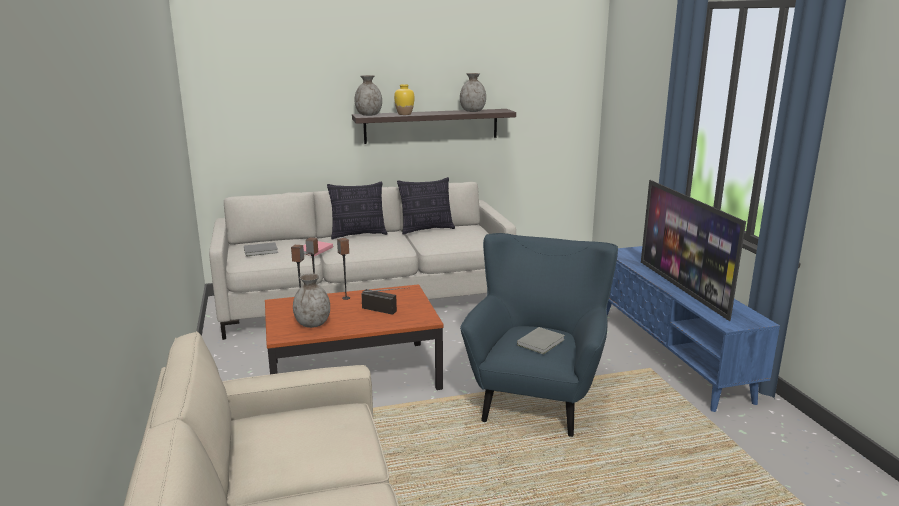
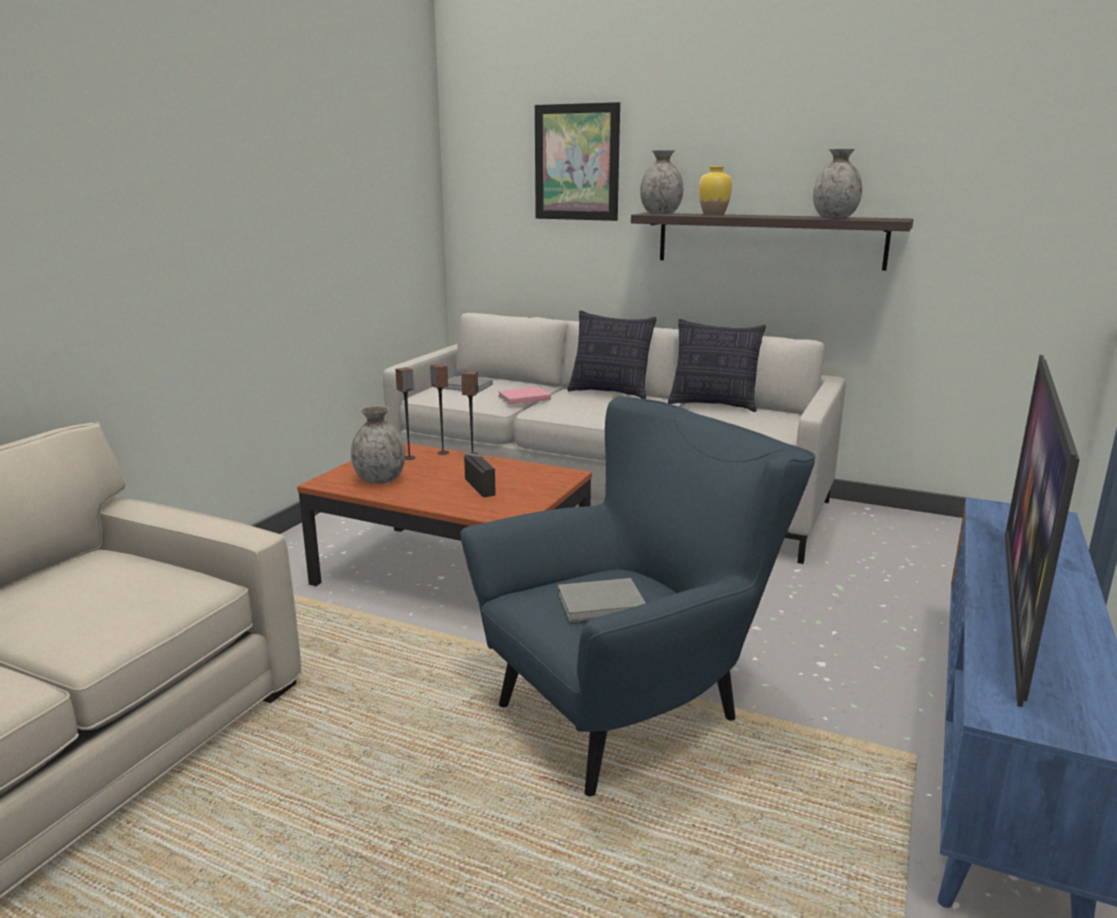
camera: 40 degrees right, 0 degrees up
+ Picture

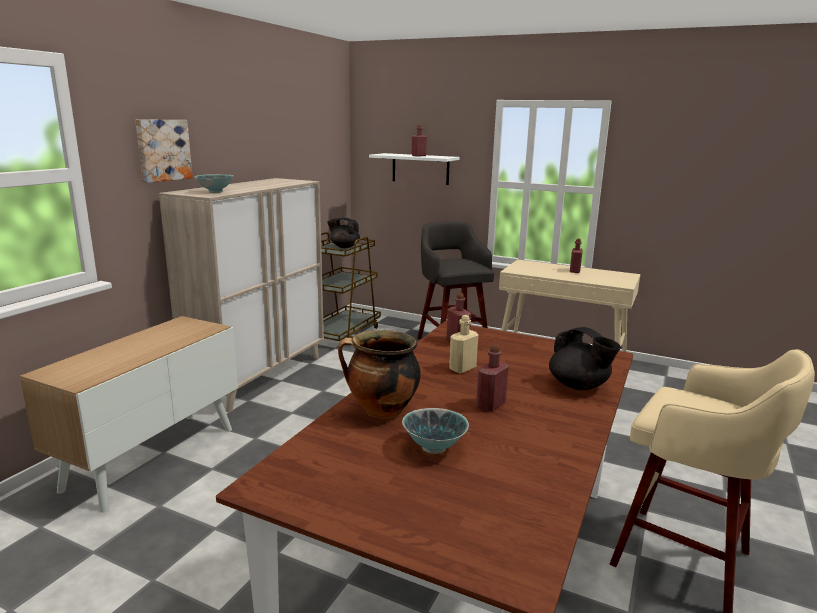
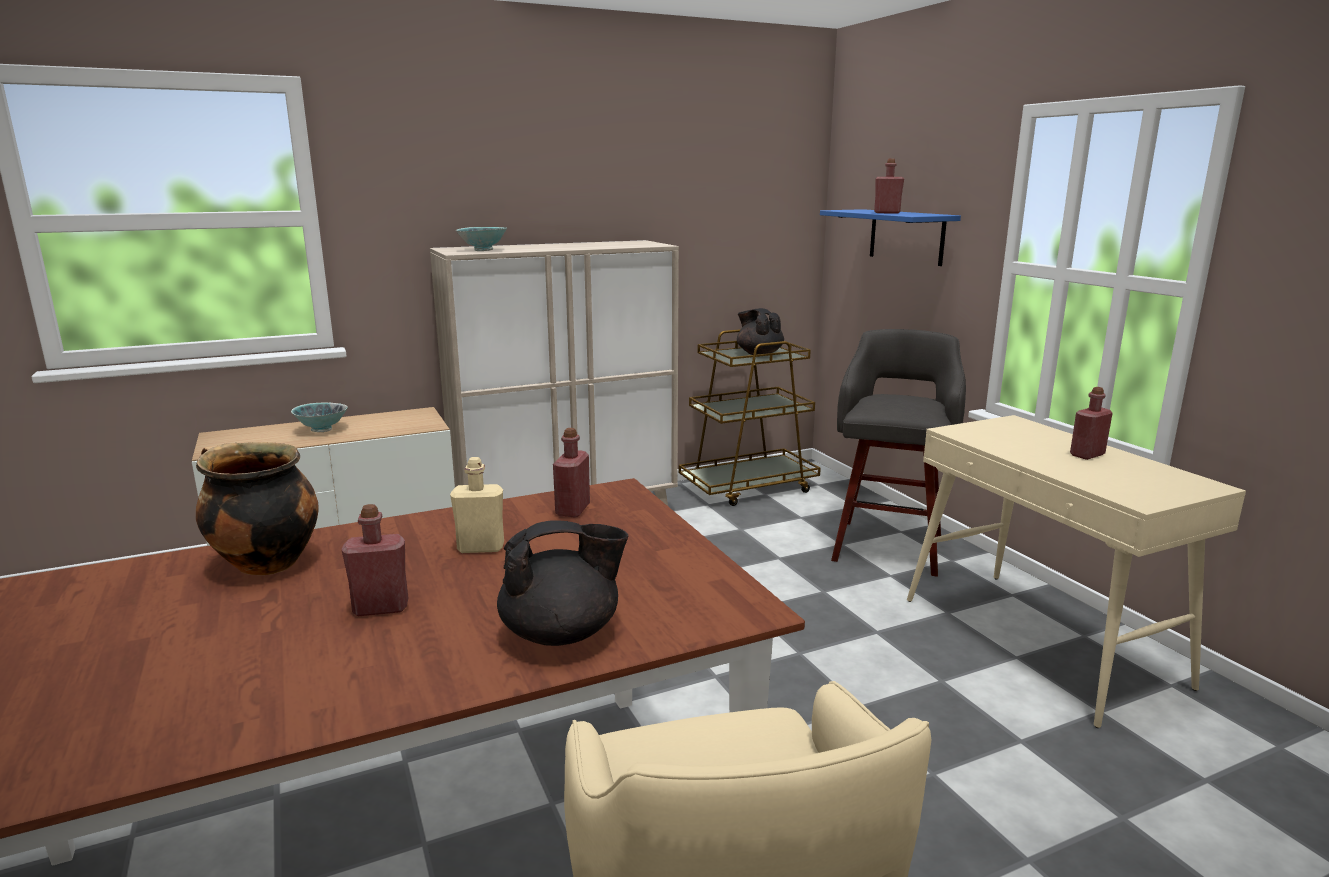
camera: 40 degrees right, 0 degrees up
~ Bowl (no. 2 from left in the first image) to Bowl (no. 1 from left)
~ BlackTeapot (no. 2 from left in the first image) 105 degrees counterclockwise
~ WhiteShelf to BlueShelf
- Picture

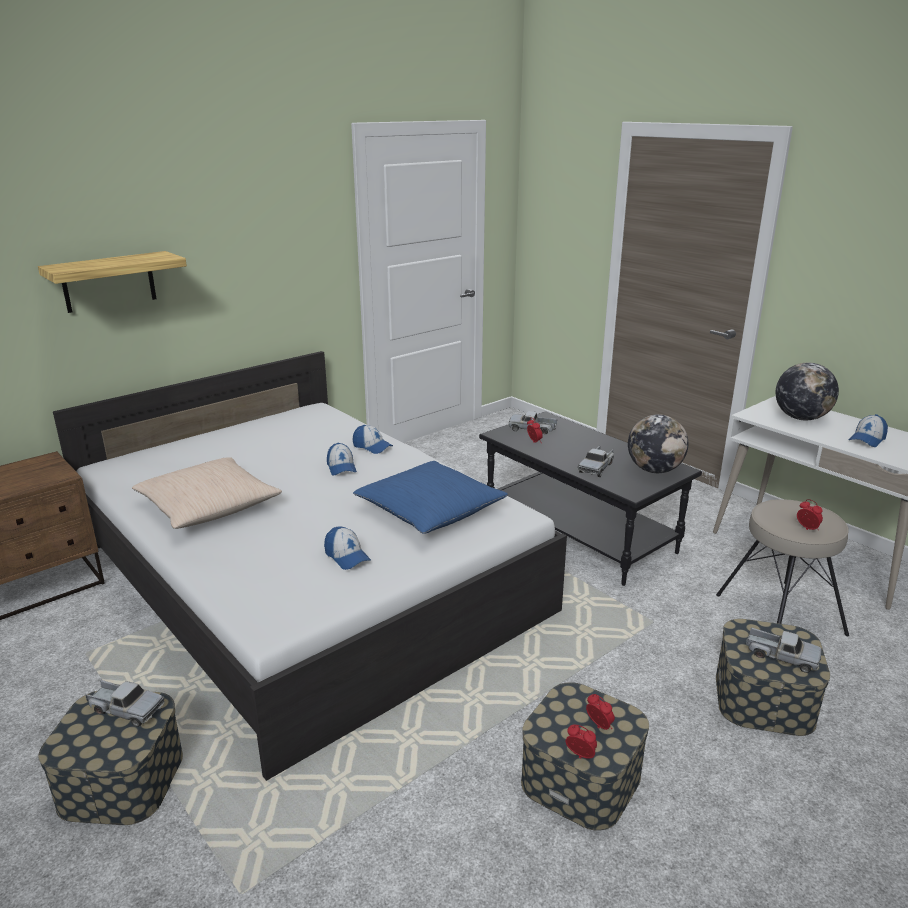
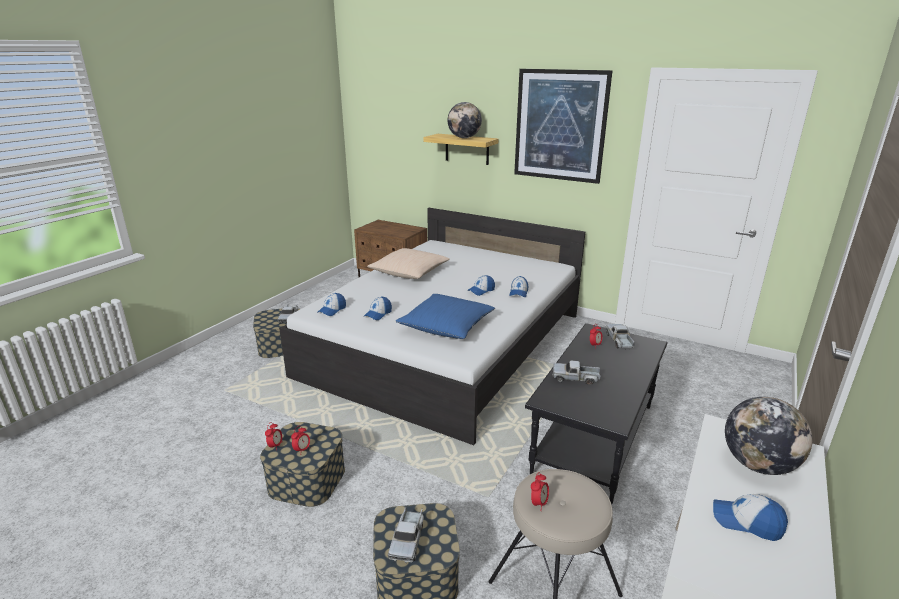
camera: 70 degrees right, 0 degrees up
+ Cap (no. 1 from left)
~ Globe (no. 1 from left)
+ Picture

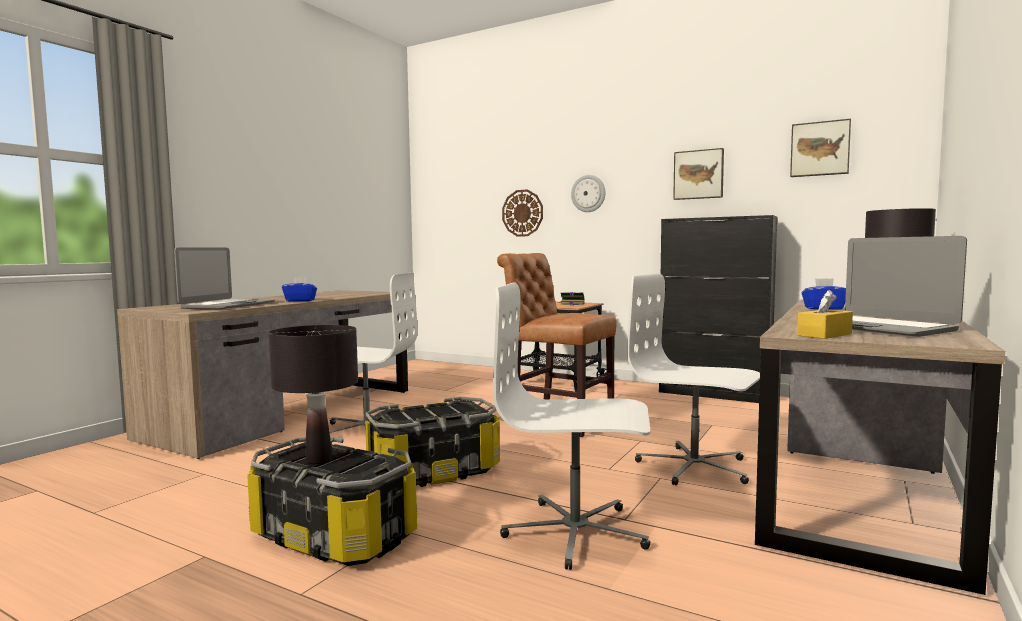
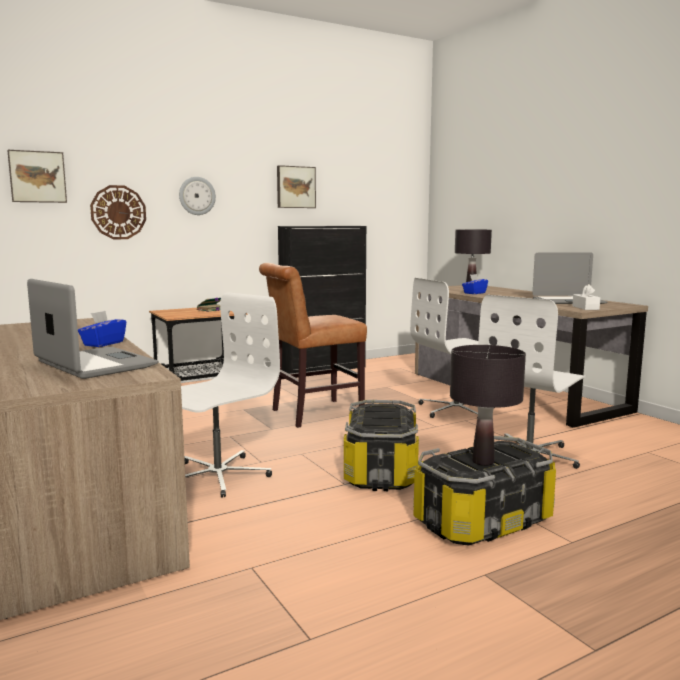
camera: 60 degrees left, 5 degrees up
~ Picture (no. 2 from left in the first image) to Picture (no. 1 from left)
~ YellowTissueBox to WhiteTissueBox

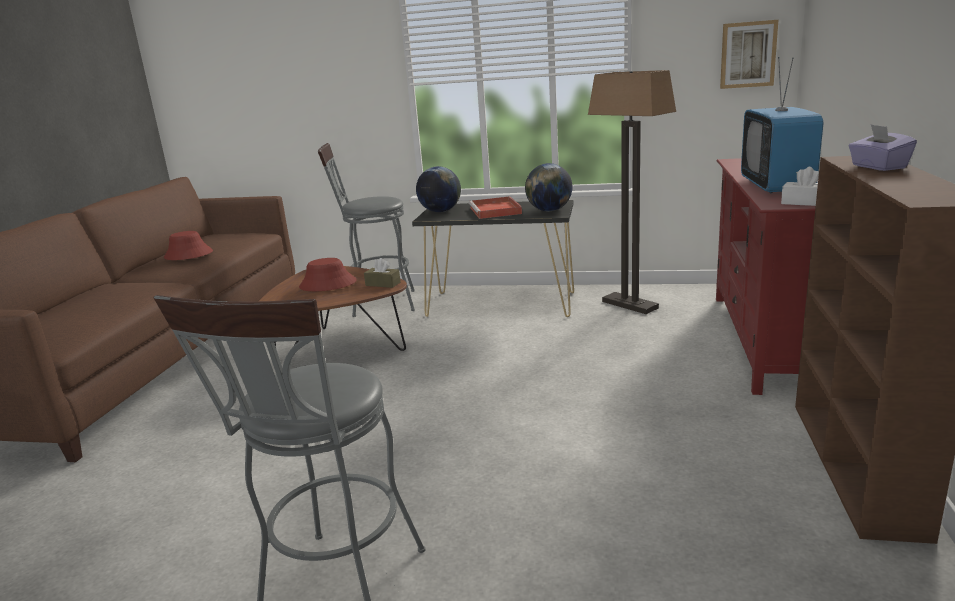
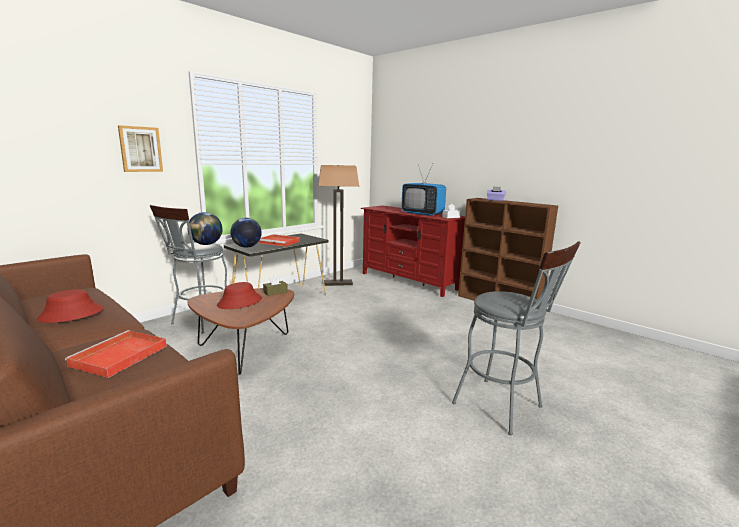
camera: 60 degrees left, 5 degrees down
+ RedTray (no. 1 from left)
~ Picture
~ Globe (no. 2 from left in the first image) to Globe (no. 1 from left)

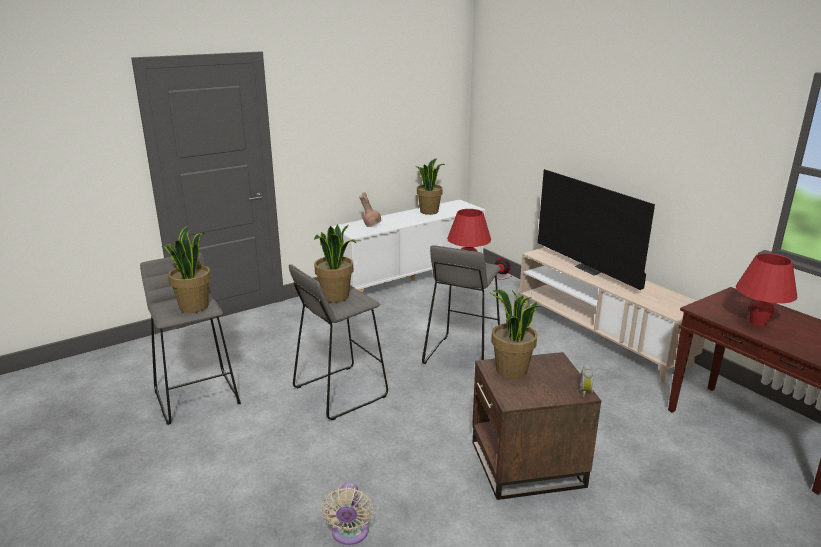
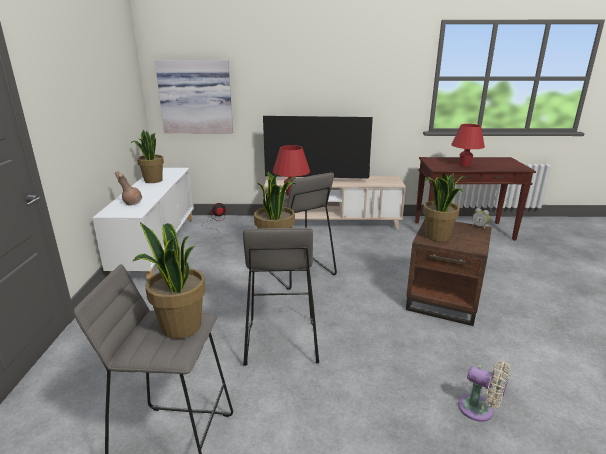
camera: 55 degrees left, 0 degrees up
+ Picture

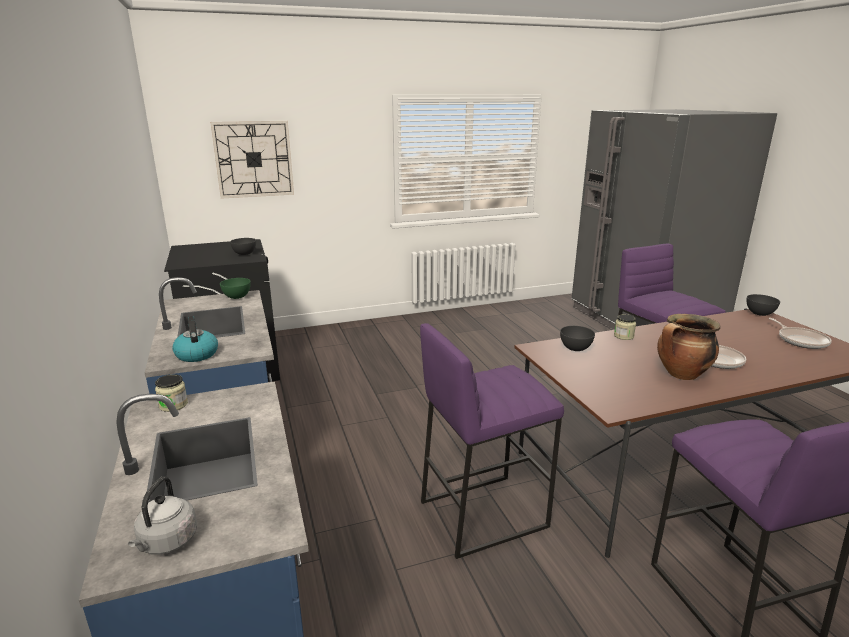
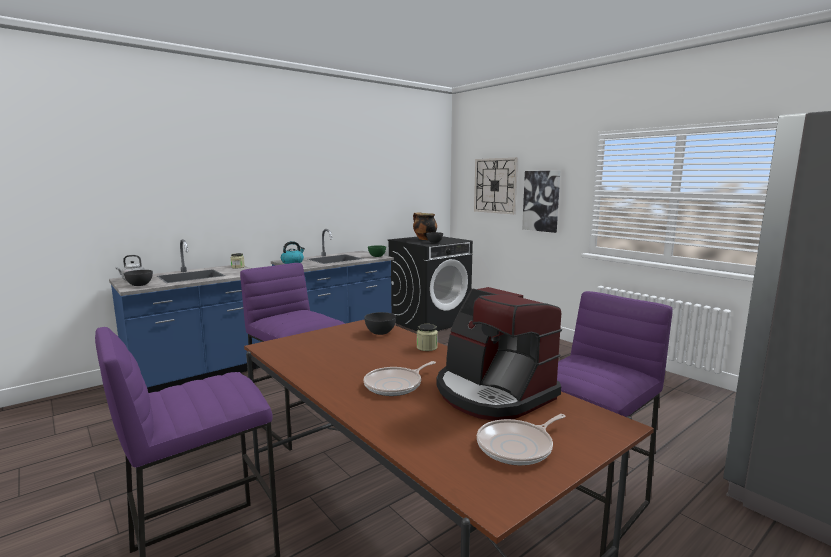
camera: 70 degrees right, 10 degrees down
~ GreyBowl (no. 3 from left in the first image) to GreyBowl (no. 1 from left)
~ CookingPot
+ CoffeeMachine
+ Picture

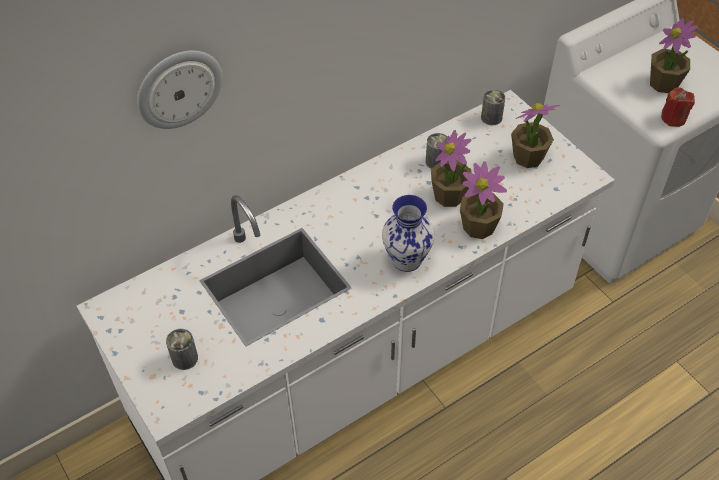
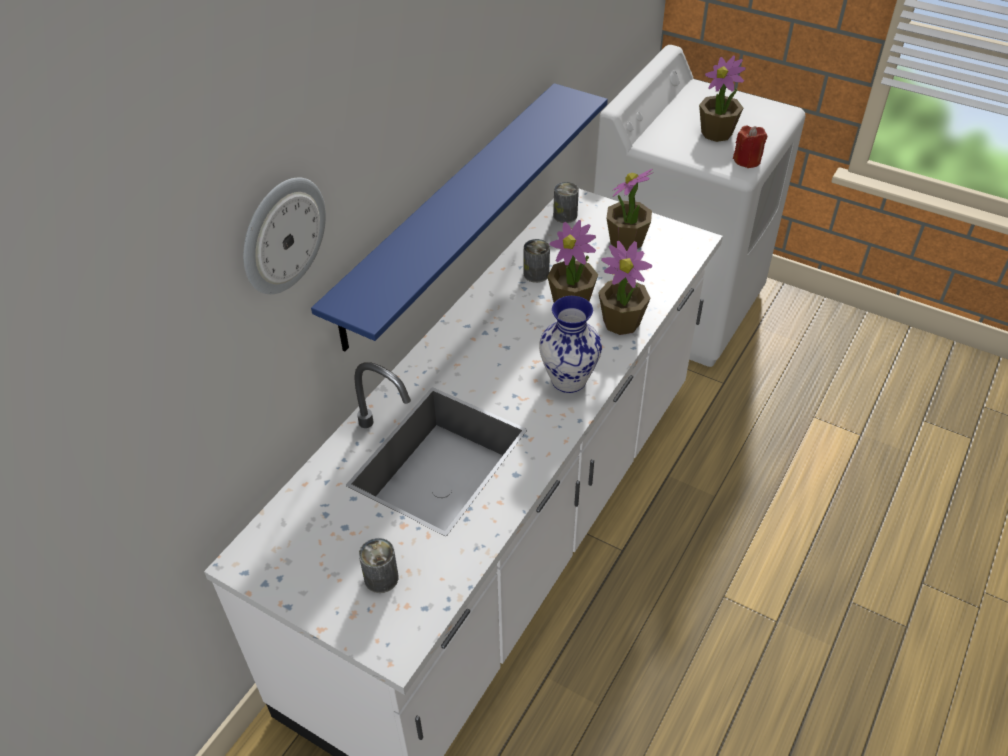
camera: 25 degrees left, 5 degrees down
+ BlueShelf

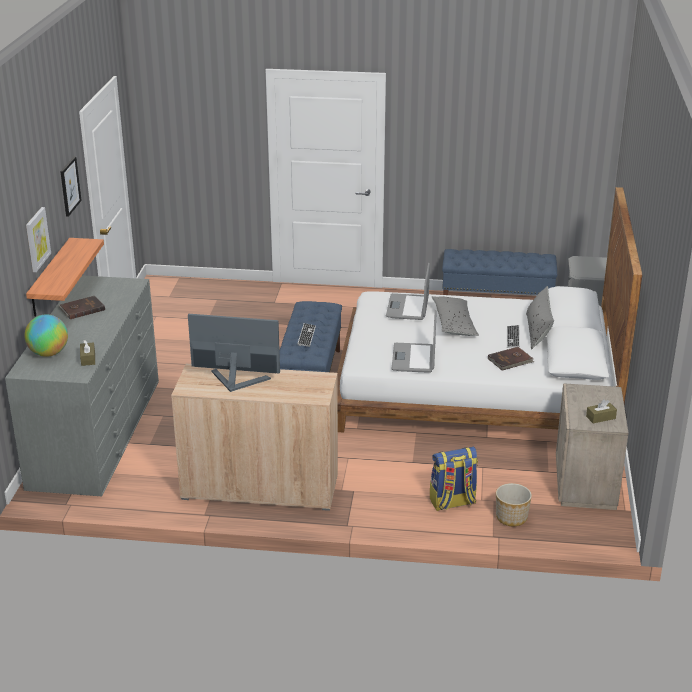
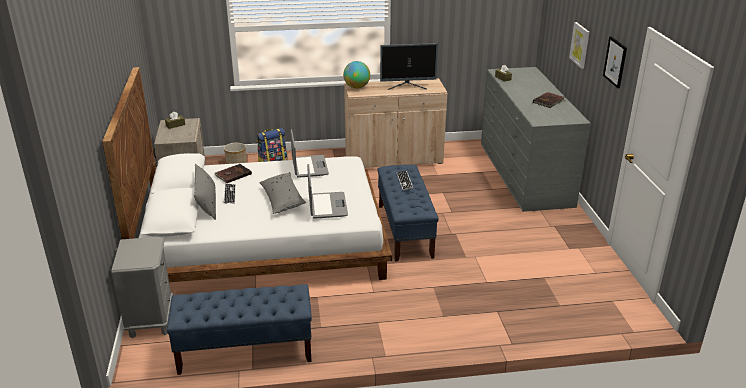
camera: 165 degrees right, 0 degrees up
~ Globe
- Shelf

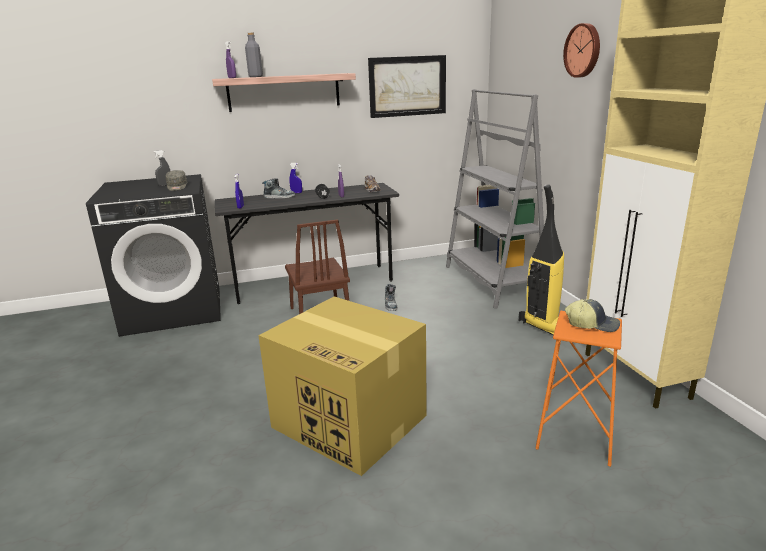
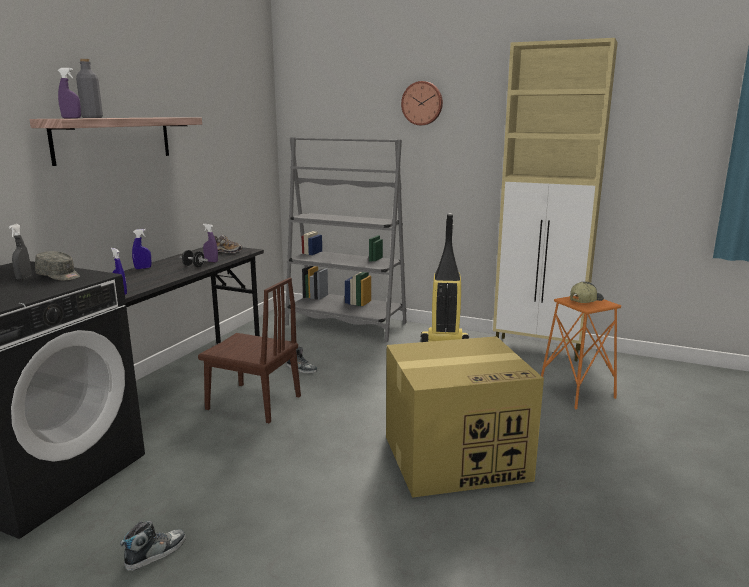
camera: 50 degrees left, 5 degrees down
~ Shoe (no. 1 from left)
- Picture

